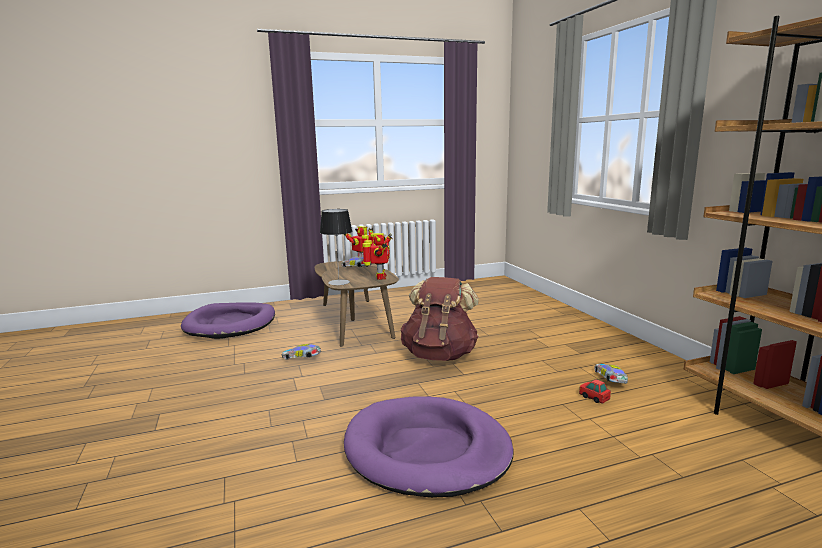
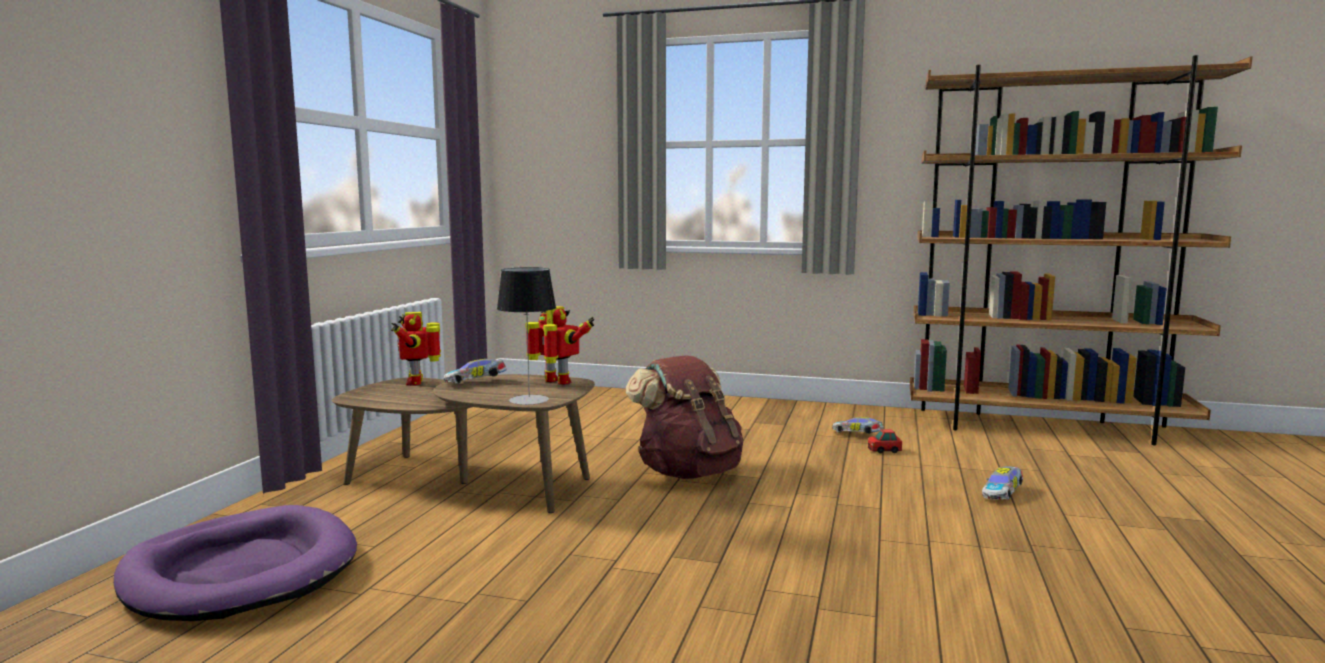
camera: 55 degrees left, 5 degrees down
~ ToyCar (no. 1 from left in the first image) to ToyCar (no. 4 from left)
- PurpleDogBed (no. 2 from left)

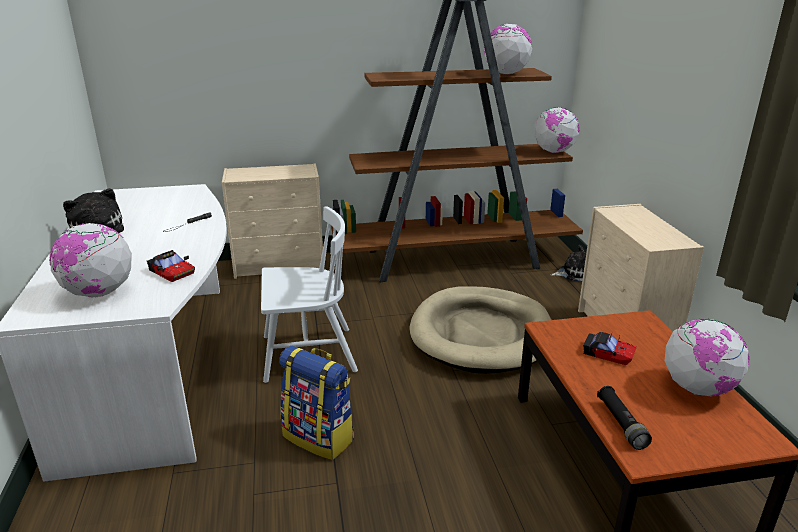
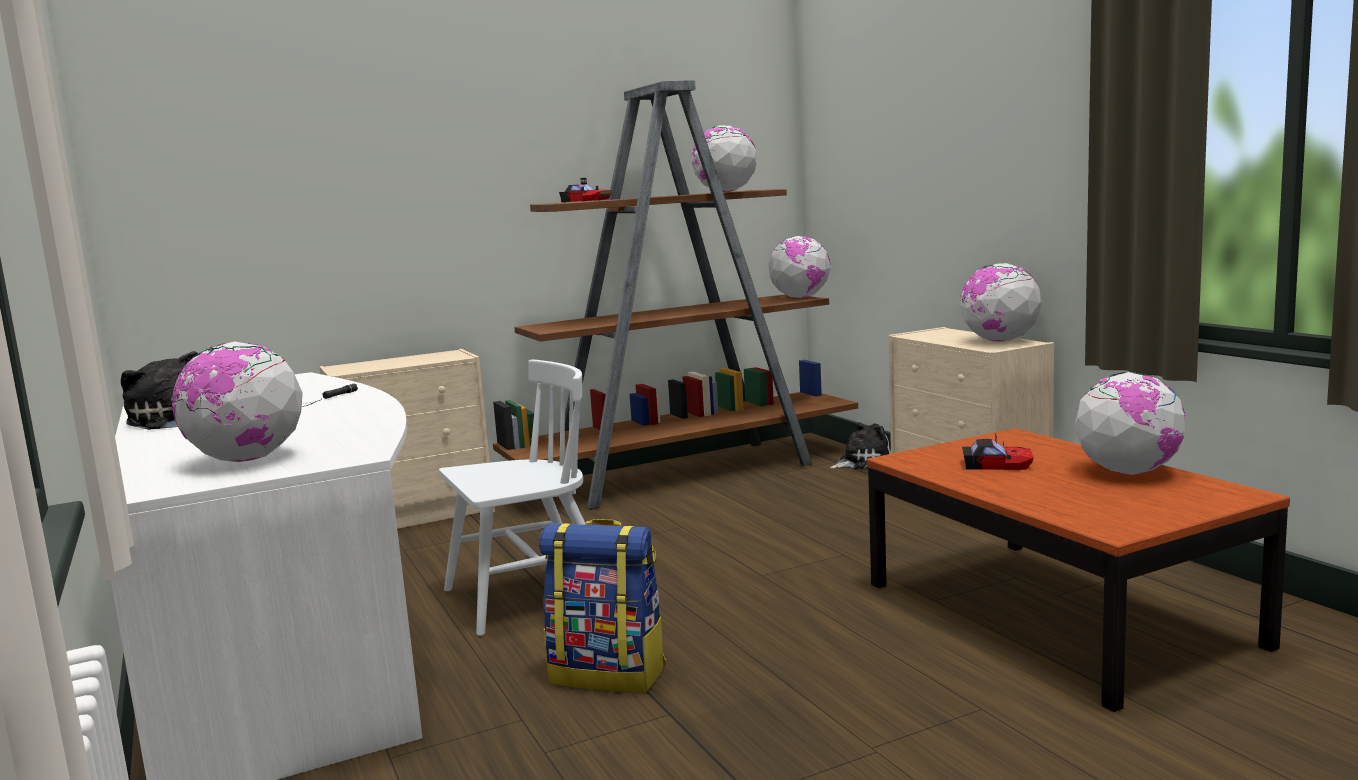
camera: 15 degrees left, 15 degrees down
~ ToyCar (no. 1 from left)
+ Globe (no. 4 from left)
- BeigeDogBed
- BlackFlashlight (no. 2 from left)

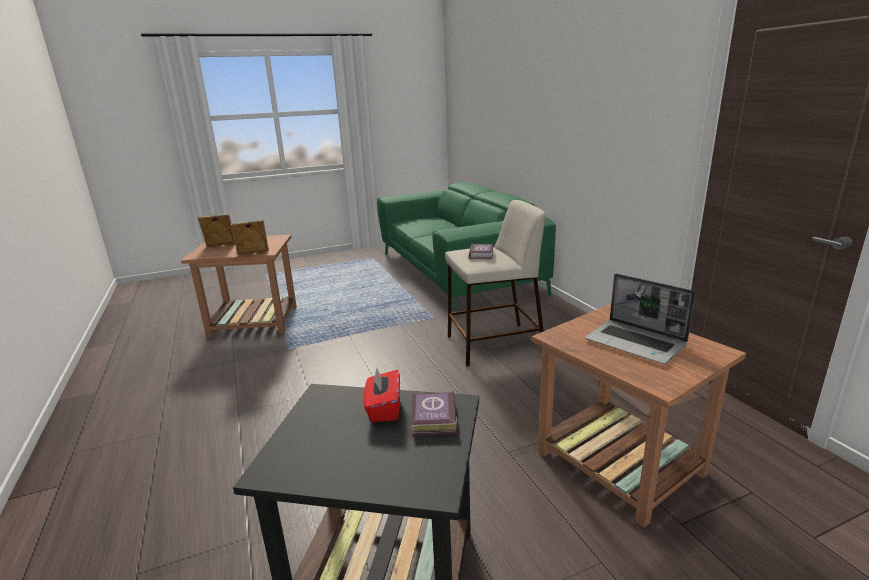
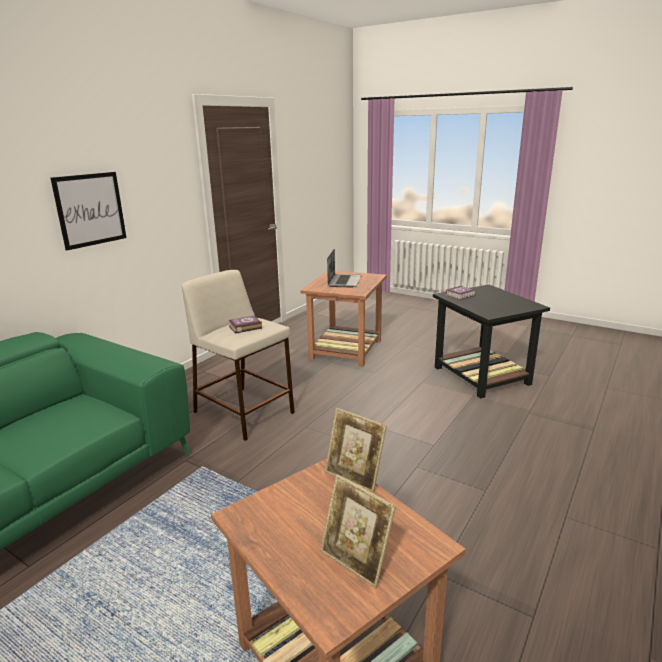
camera: 125 degrees left, 0 degrees up
+ Picture
- RedTissueBox

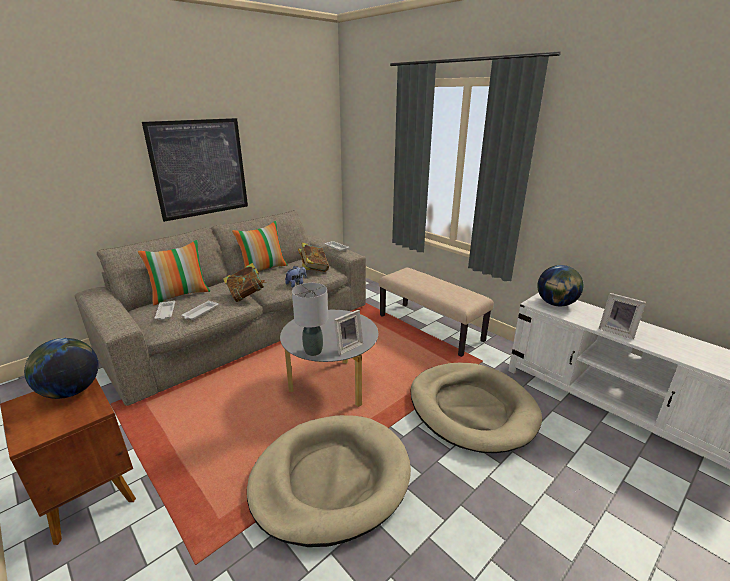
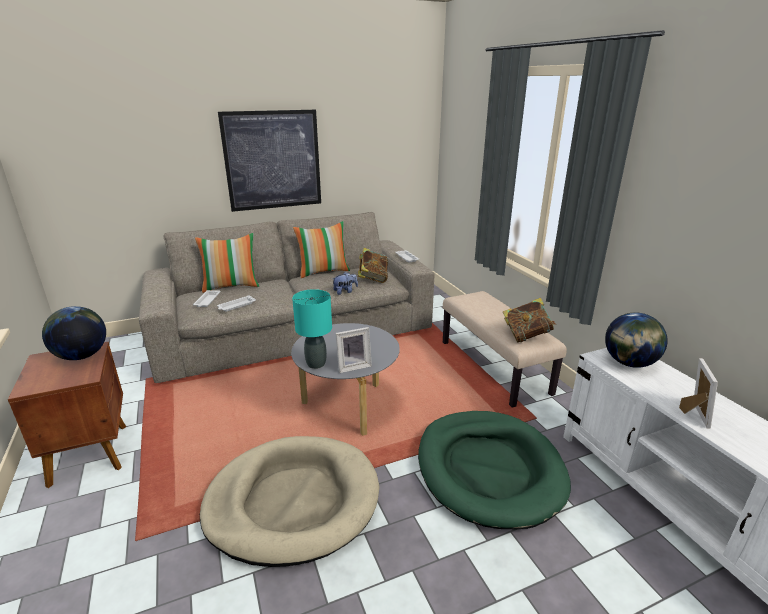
camera: 20 degrees right, 0 degrees up
~ GreyTableLamp to TurquoiseTableLamp
~ BeigeDogBed (no. 2 from left) to GreenDogBed
~ Book (no. 1 from left in the first image) to Book (no. 2 from left)
~ PictureFrame (no. 2 from left) 135 degrees counterclockwise

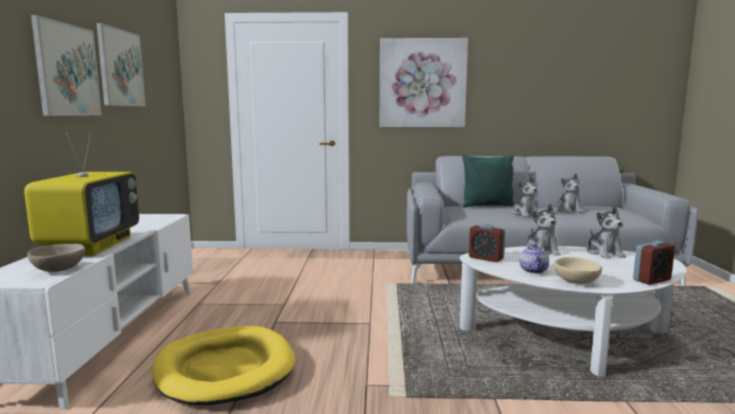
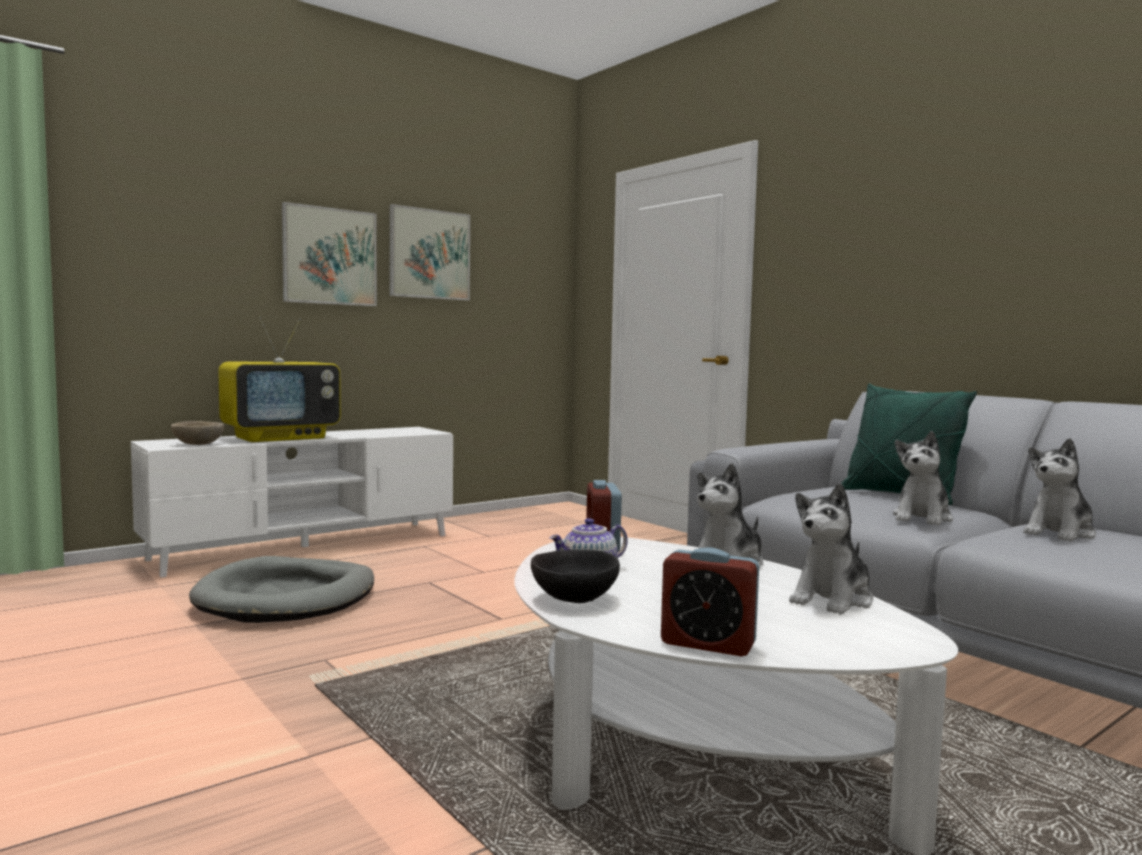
camera: 50 degrees right, 5 degrees down
~ YellowDogBed to GreyDogBed
~ BeigeBowl (no. 2 from left) to BlackBowl
- Picture (no. 3 from left)

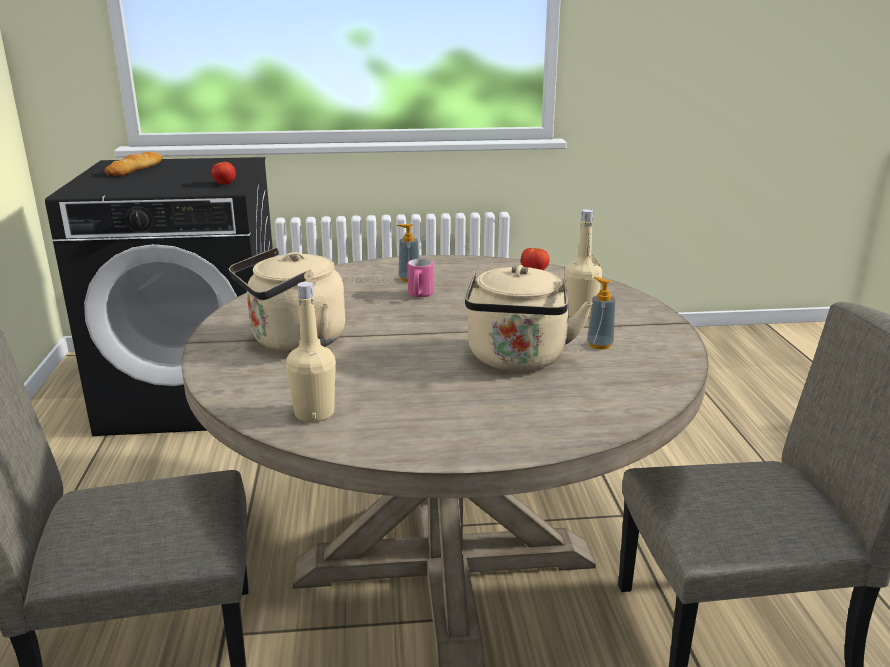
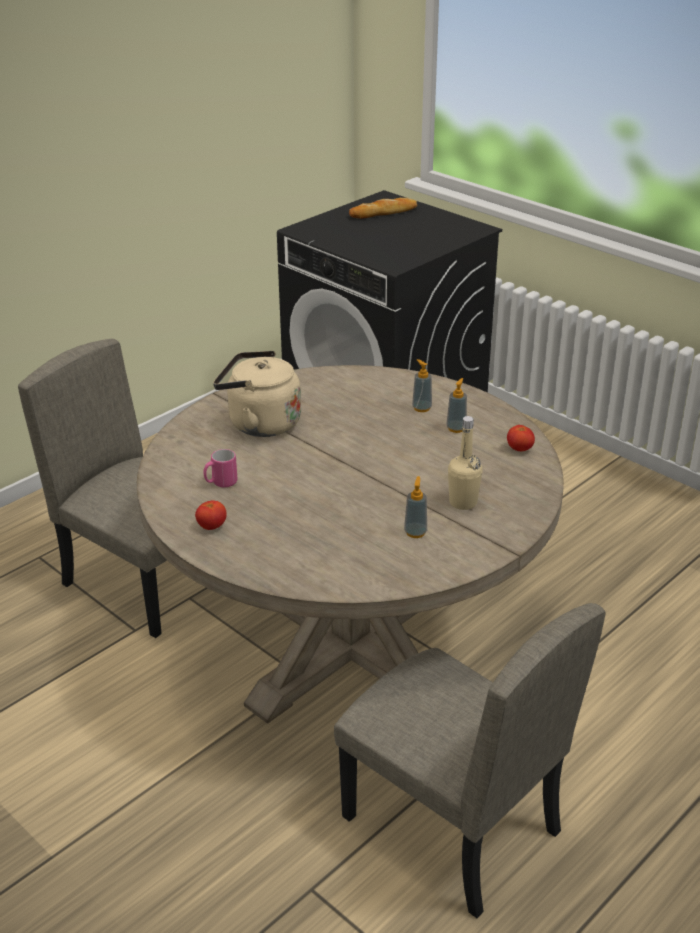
camera: 50 degrees right, 10 degrees up
~ Tomato (no. 1 from left)
~ PinkMug
+ SoapDispenser (no. 3 from left)
- BeigeBottle (no. 1 from left)
- BeigeKettle (no. 2 from left)

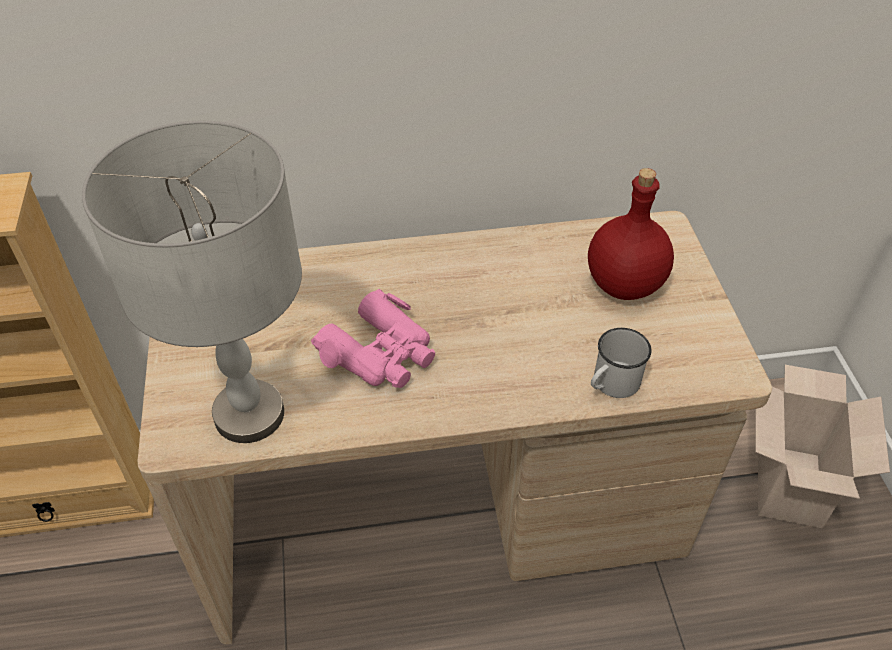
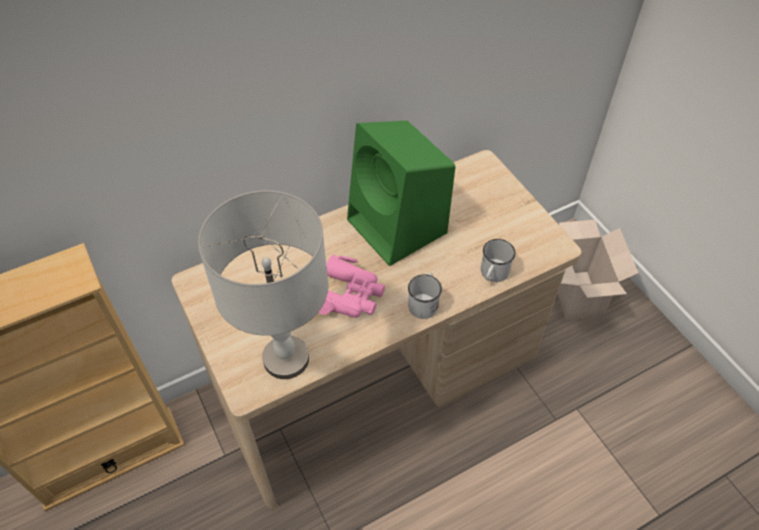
camera: 20 degrees left, 5 degrees up
+ GreenSpeaker
+ WhiteMug (no. 1 from left)
- RedBottle

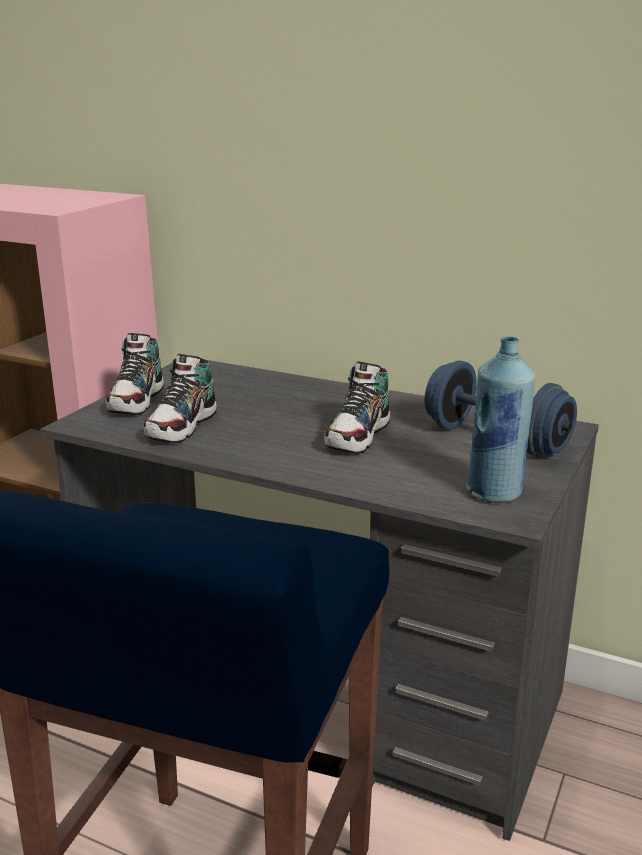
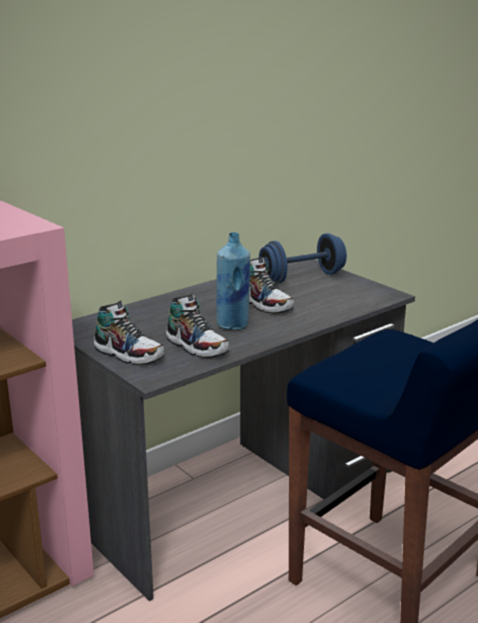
camera: 65 degrees left, 0 degrees up
~ BlueBottle

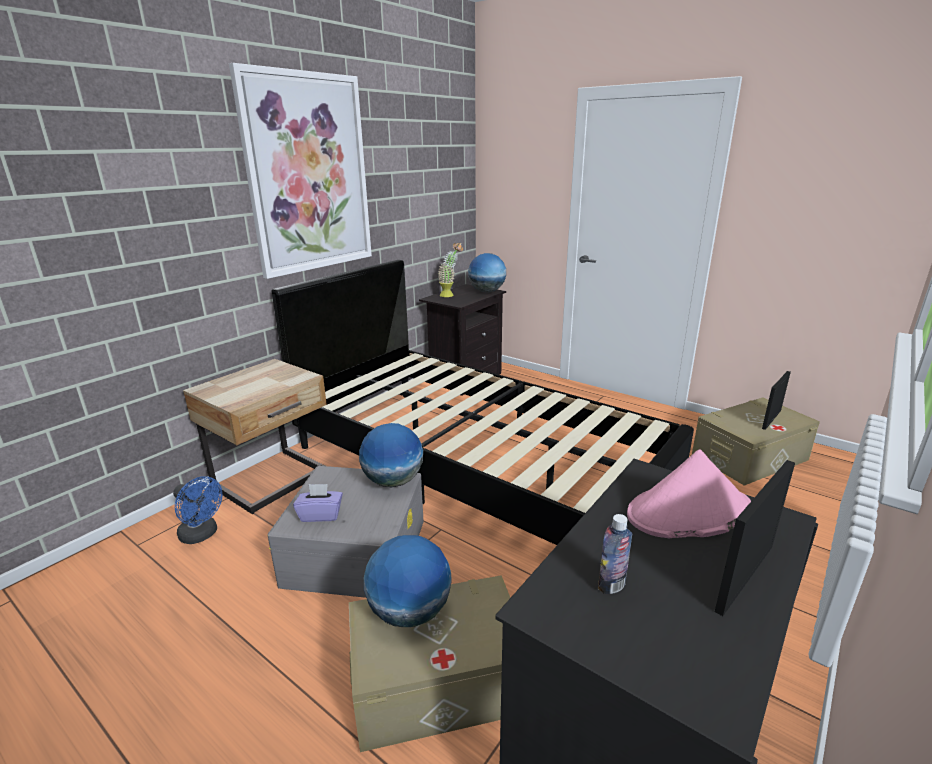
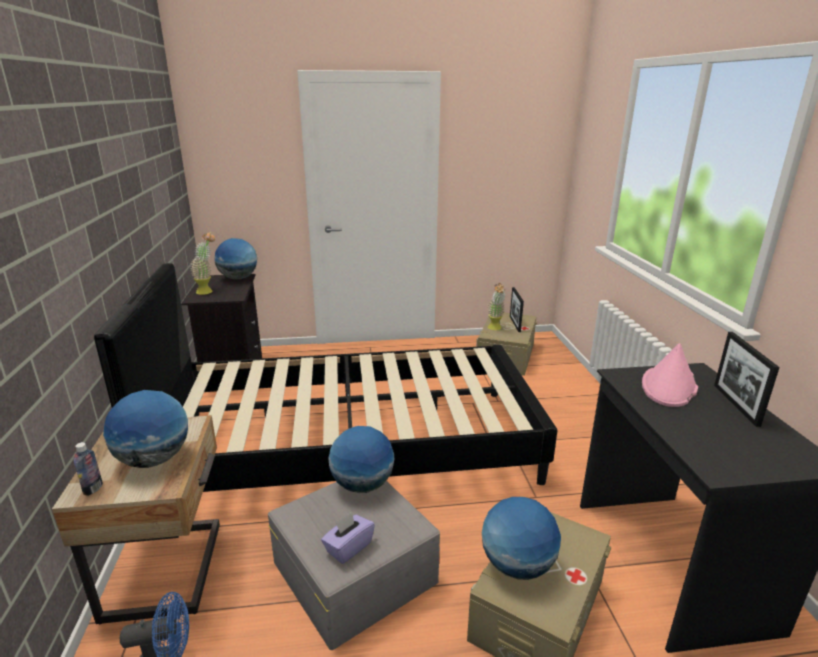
camera: 45 degrees left, 0 degrees up
~ Bottle
+ Globe (no. 1 from left)
+ PottedPlant (no. 2 from left)
- Picture

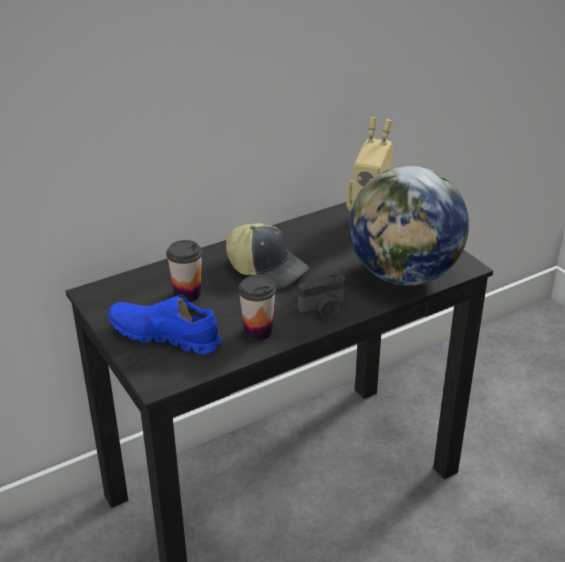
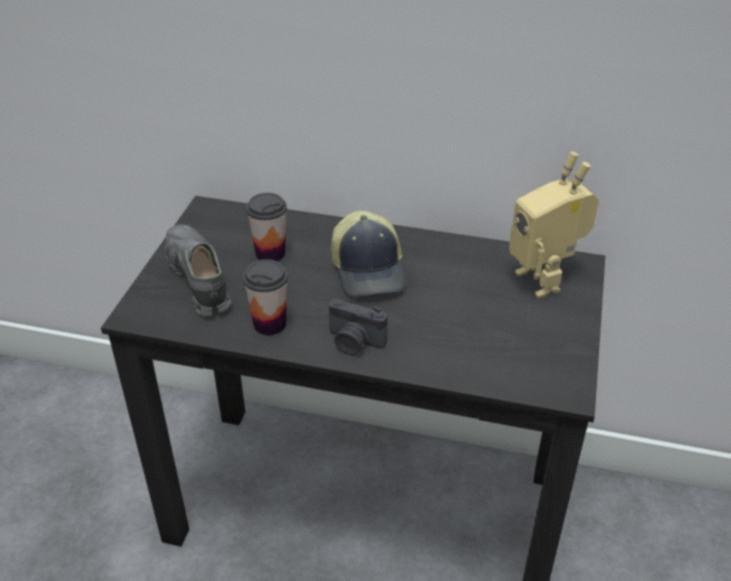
camera: 45 degrees right, 5 degrees up
~ BlueShoe to GreyShoe
- Globe

